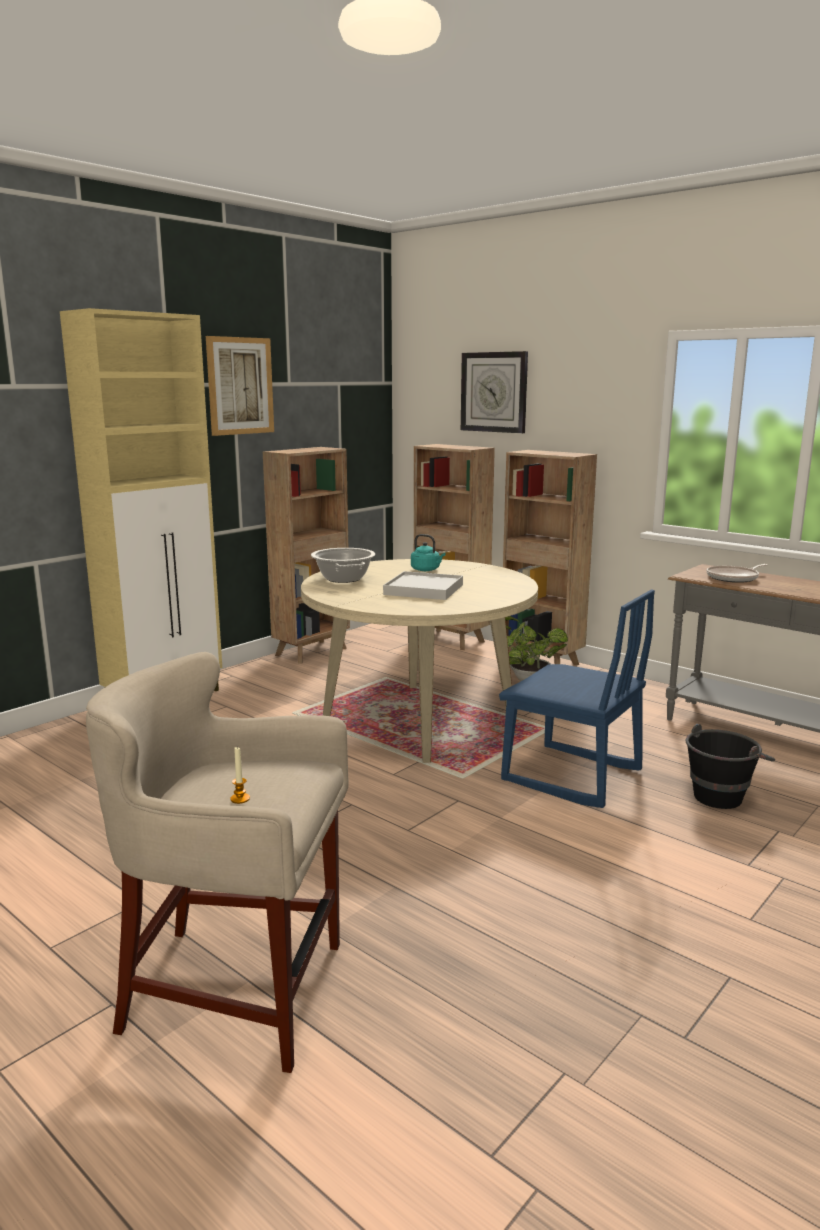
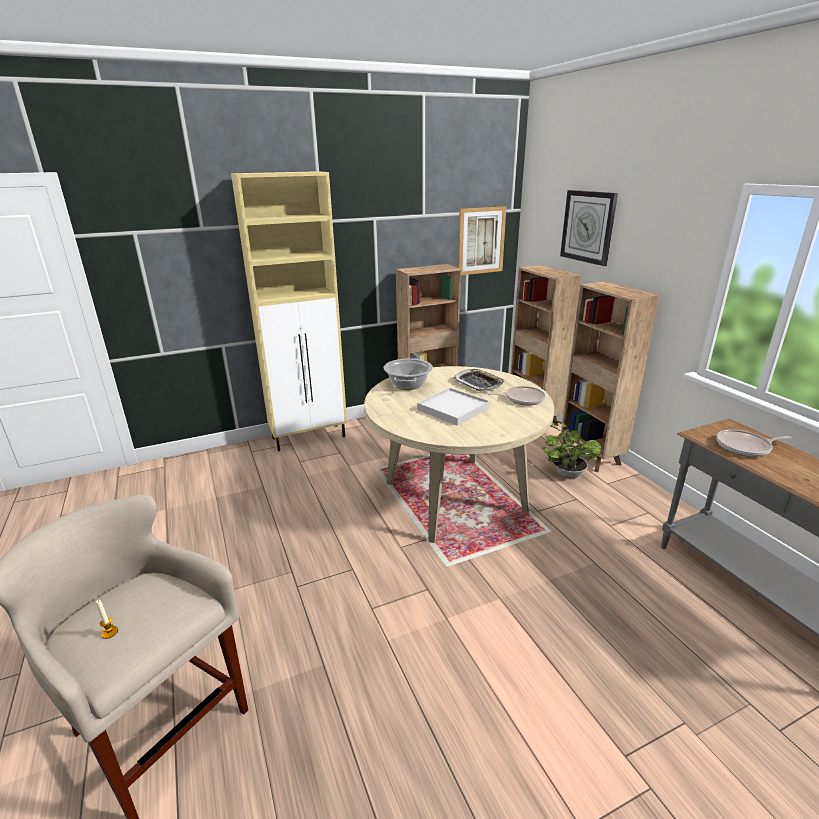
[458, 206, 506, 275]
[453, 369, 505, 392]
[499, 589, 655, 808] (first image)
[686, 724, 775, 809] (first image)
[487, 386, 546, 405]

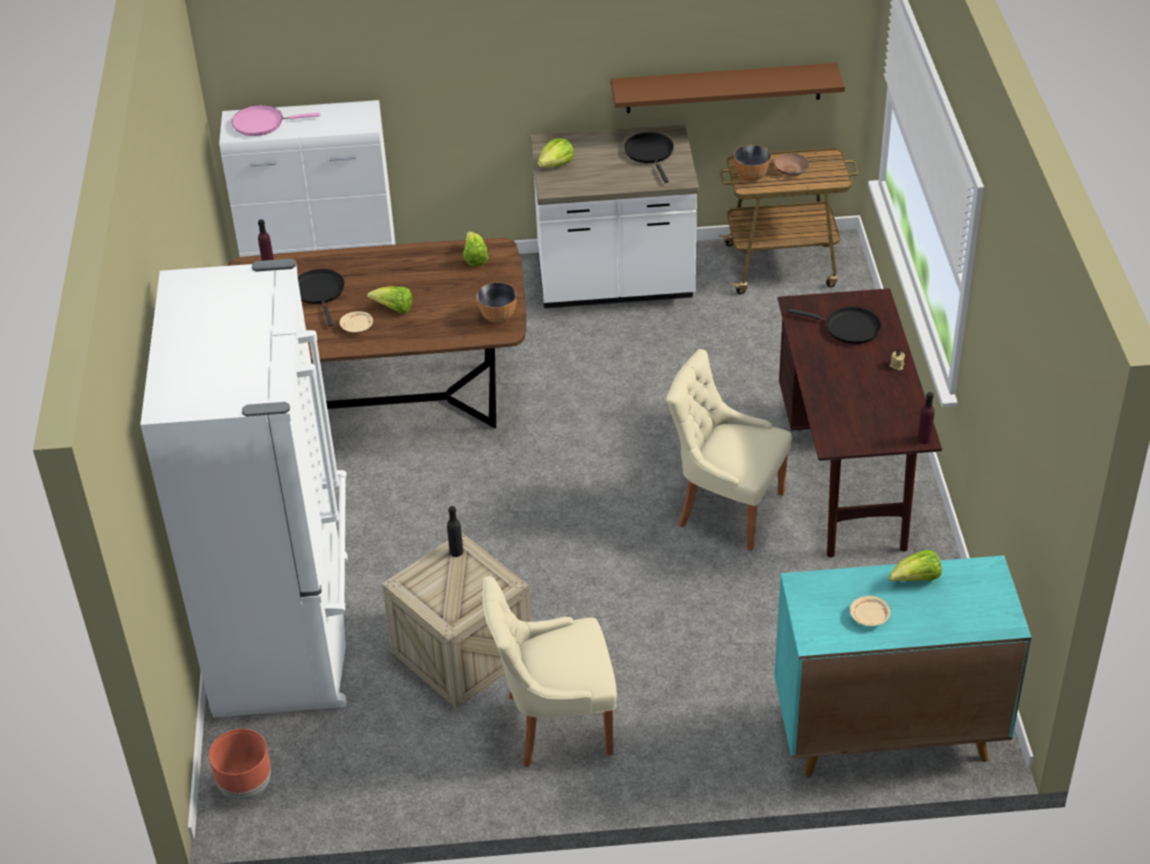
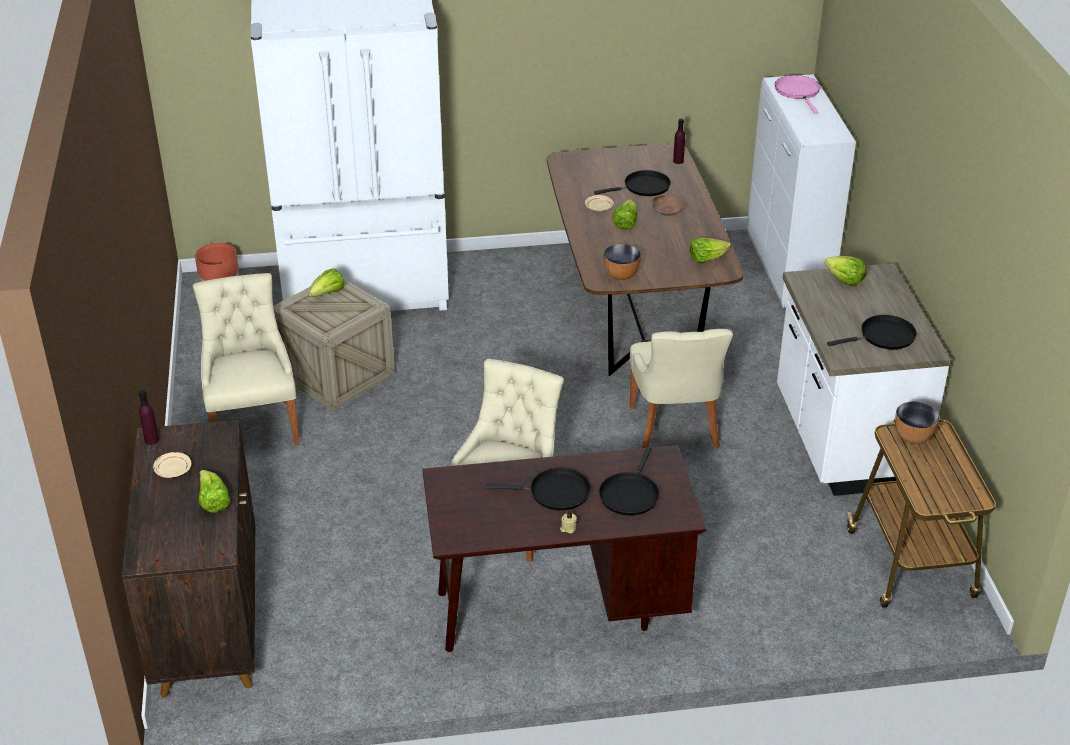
[611, 63, 845, 113] (first image)
[652, 195, 685, 216]
[139, 390, 159, 445]
[447, 506, 463, 557] (first image)
[122, 420, 255, 697]
[309, 268, 345, 297]
[630, 329, 733, 448]
[486, 468, 591, 510]

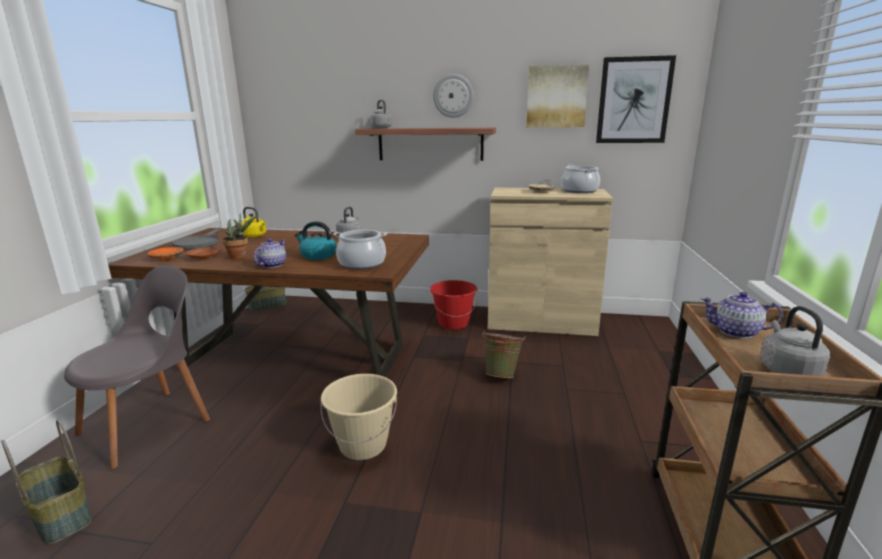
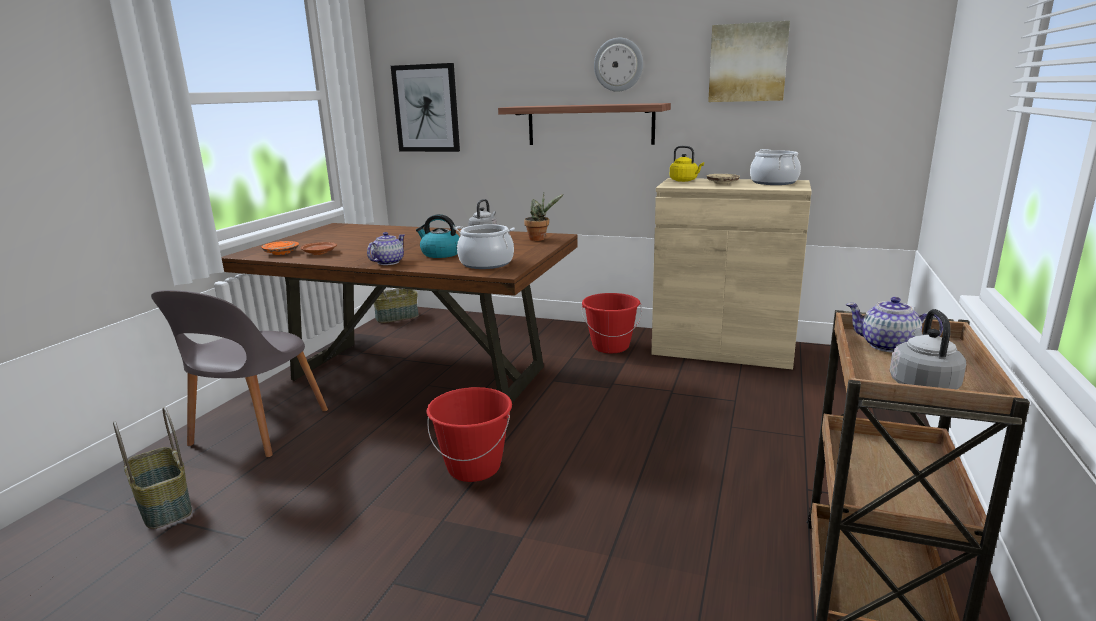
[391, 63, 460, 152]
[370, 100, 392, 128] (first image)
[670, 146, 704, 182]
[524, 193, 564, 241]
[172, 228, 221, 250] (first image)
[151, 290, 328, 457]
[482, 330, 525, 378] (first image)
[427, 387, 512, 482]

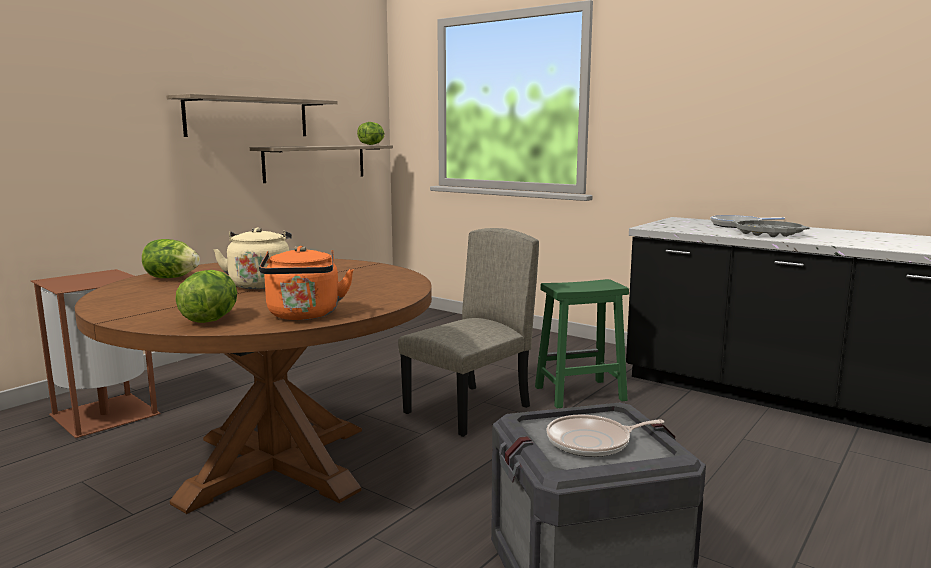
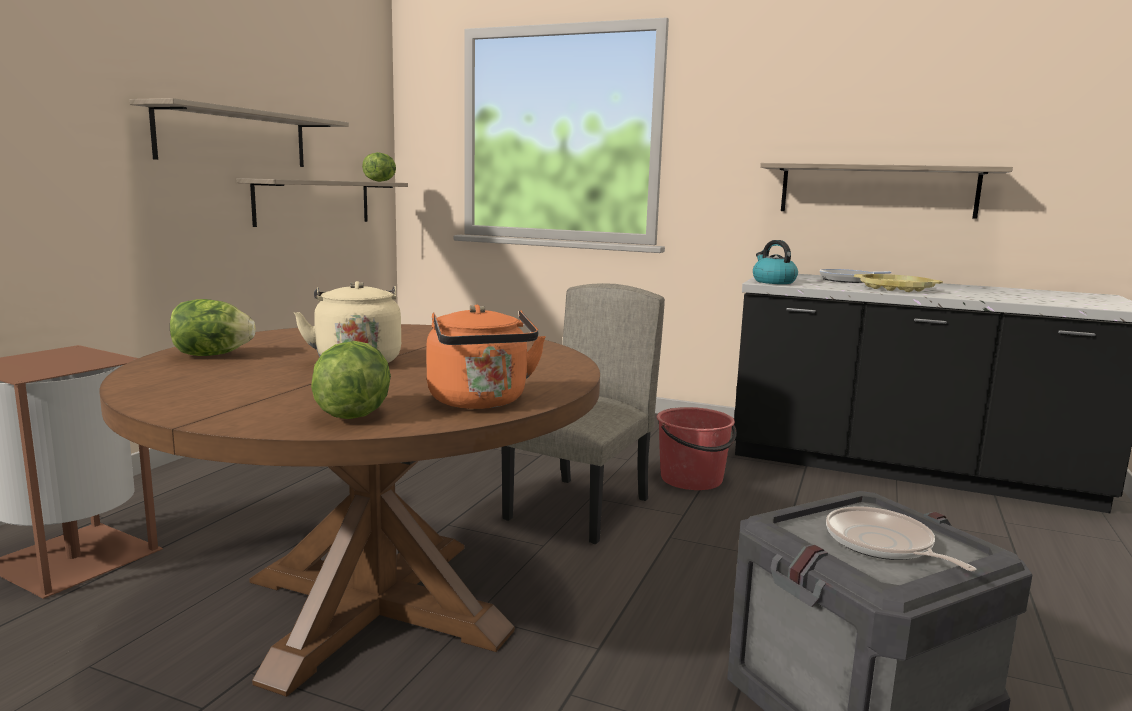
[854, 274, 943, 292]
[657, 407, 737, 490]
[826, 506, 976, 571]
[760, 163, 1013, 219]
[753, 240, 798, 284]

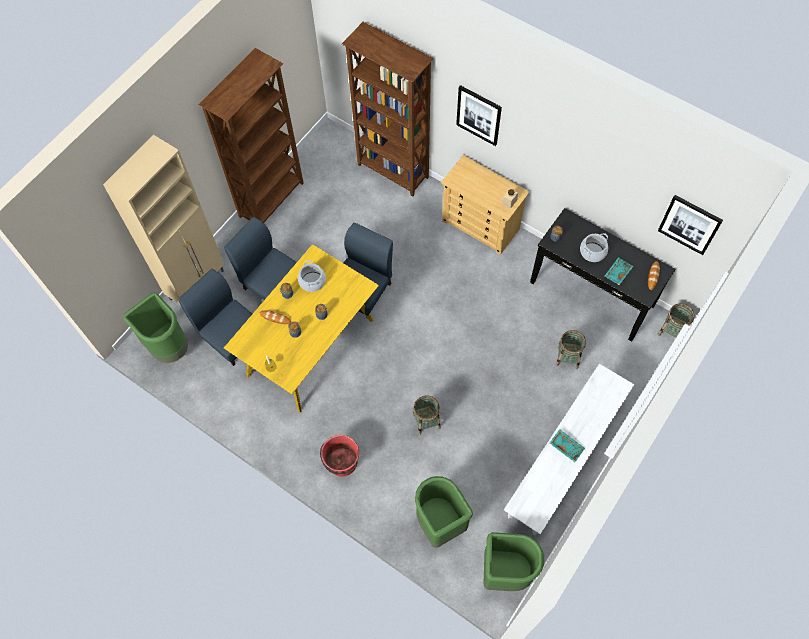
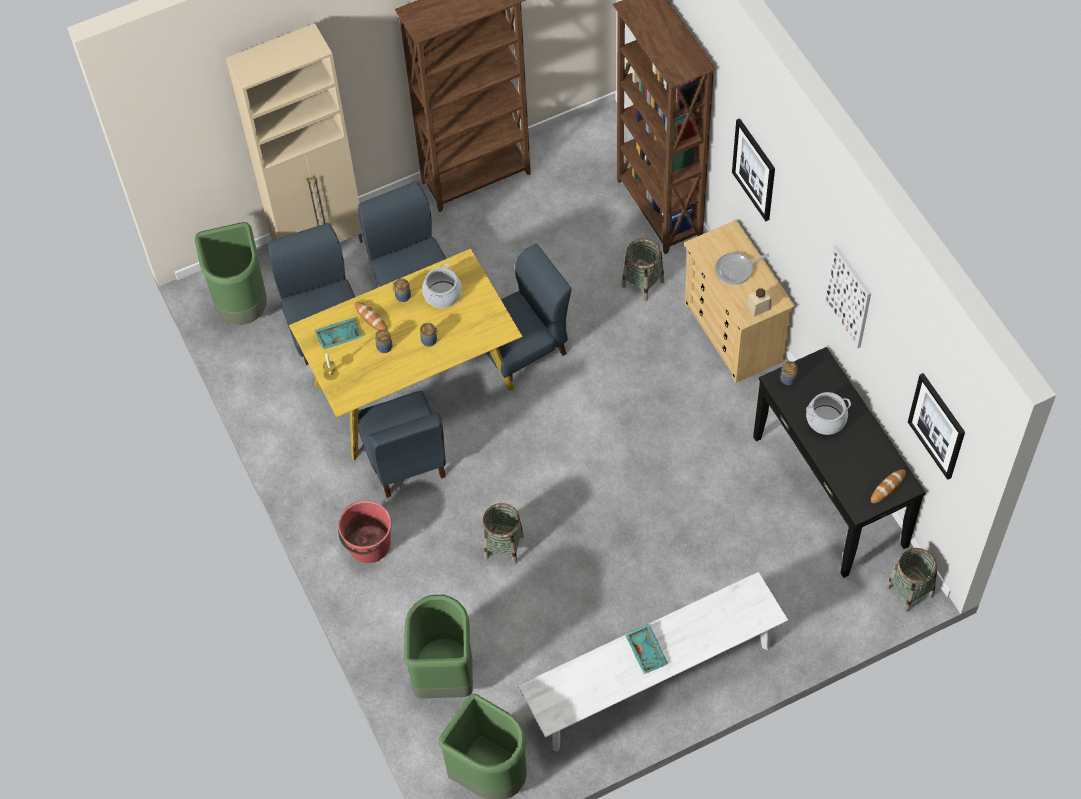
[314, 318, 363, 349]
[622, 238, 664, 301]
[825, 245, 871, 349]
[715, 253, 769, 285]
[358, 391, 446, 498]

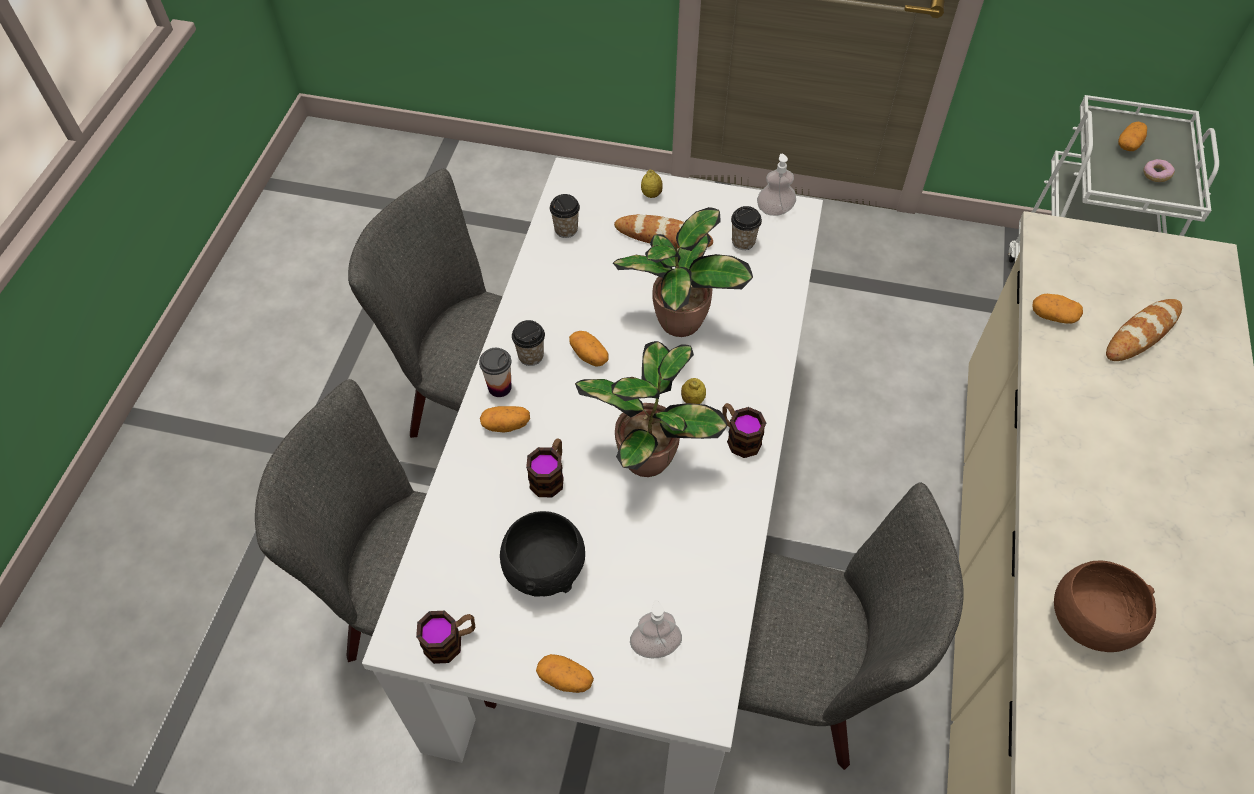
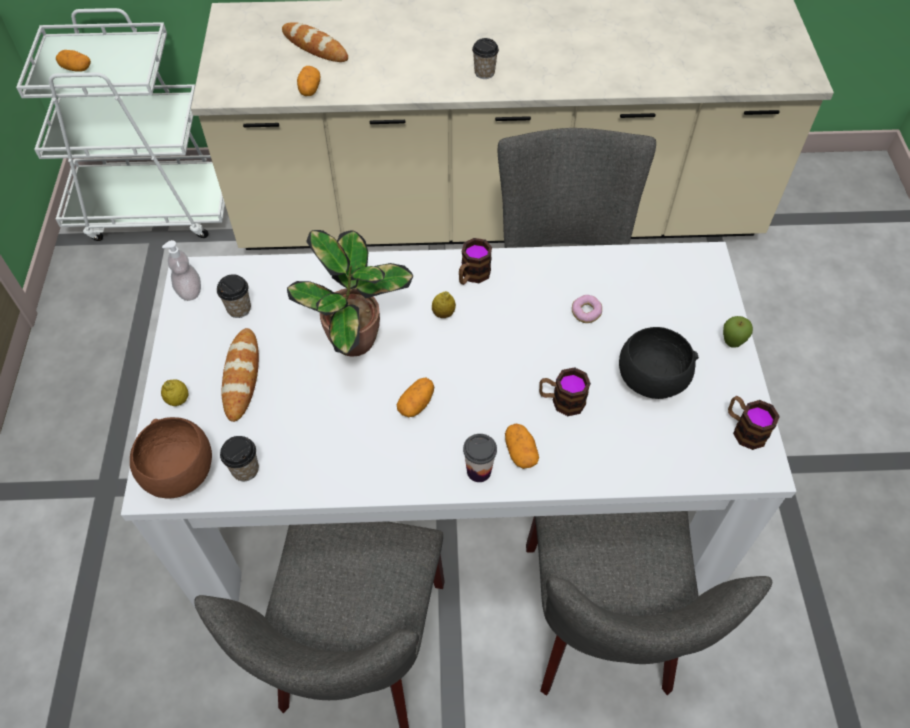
[572, 295, 602, 323]
[472, 38, 499, 79]
[575, 341, 728, 477] (first image)
[130, 417, 212, 499]
[630, 600, 682, 658] (first image)
[723, 316, 753, 348]

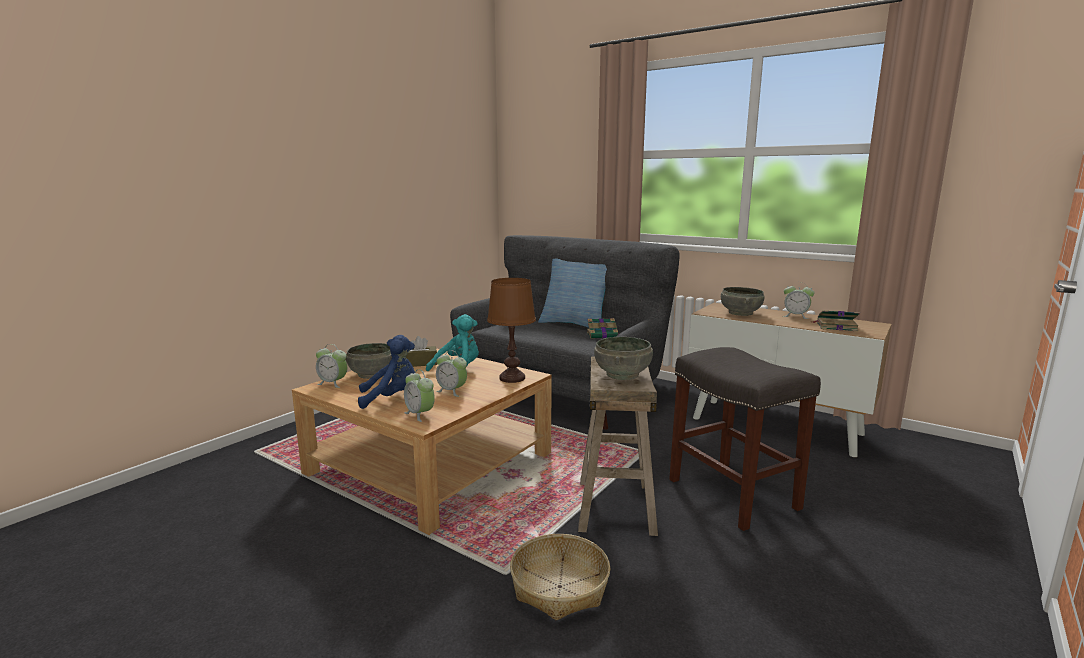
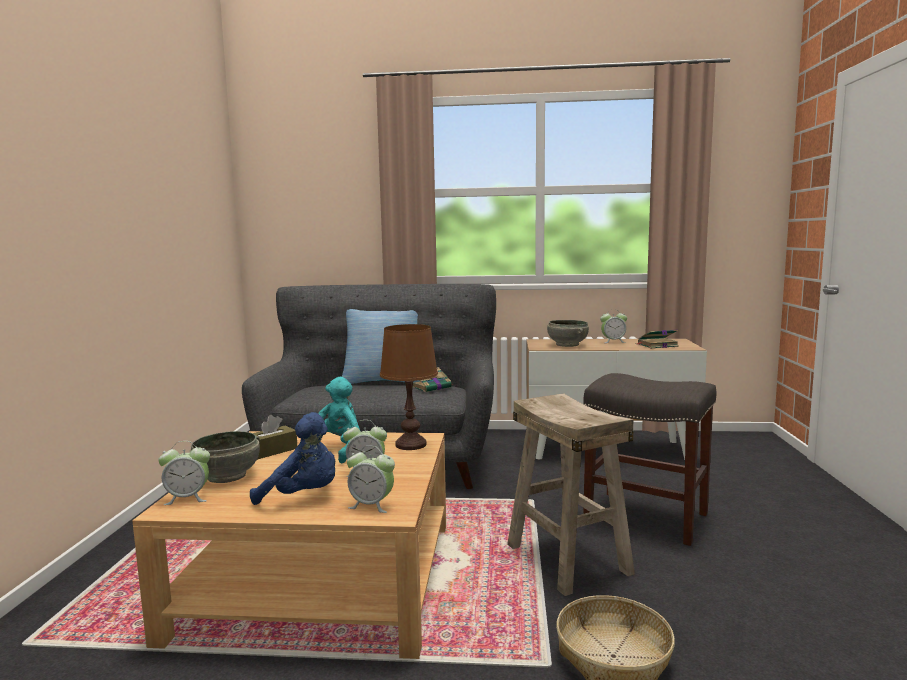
[250, 412, 335, 505]
[594, 337, 653, 380] (first image)

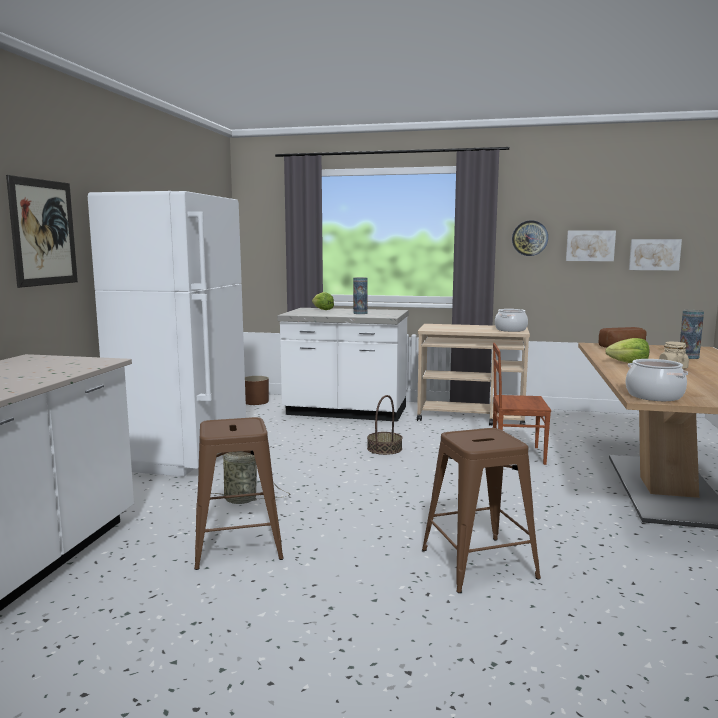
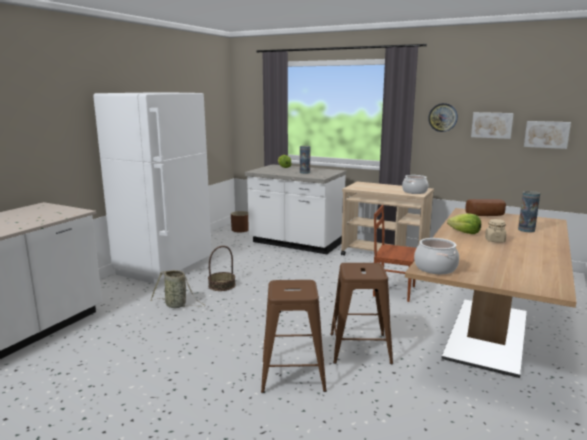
[6, 175, 78, 288] (first image)
[208, 246, 236, 291]
[330, 263, 393, 364]

